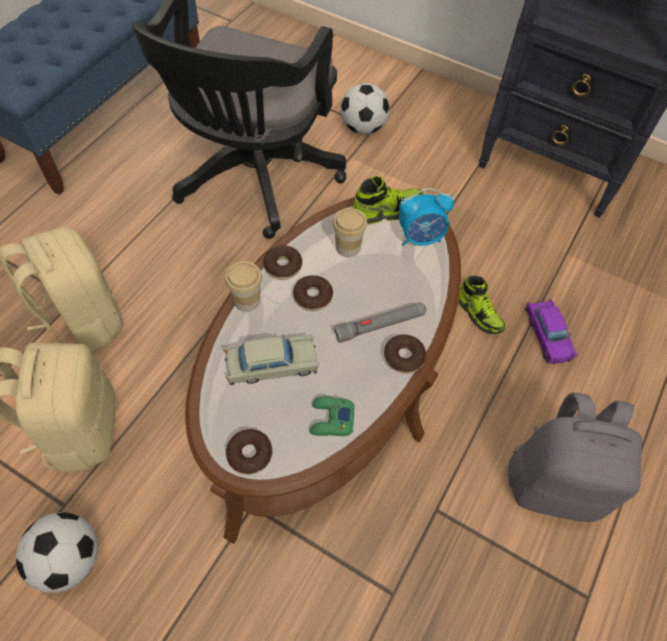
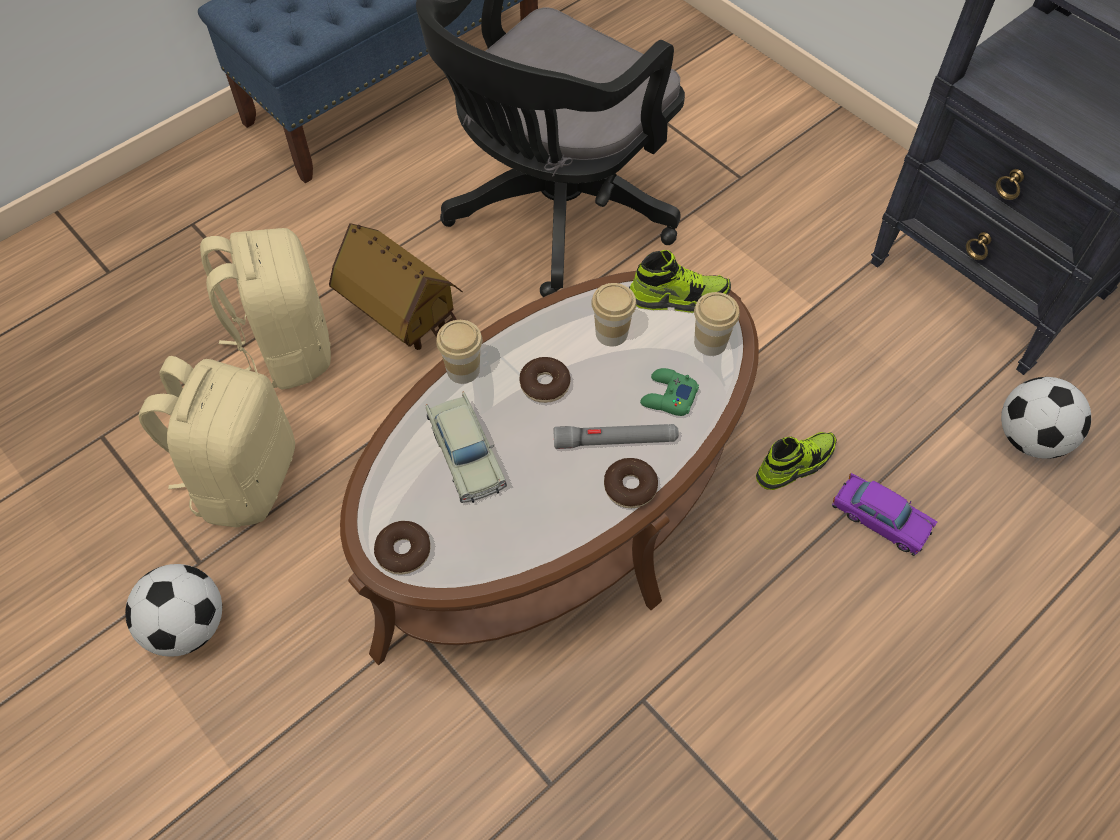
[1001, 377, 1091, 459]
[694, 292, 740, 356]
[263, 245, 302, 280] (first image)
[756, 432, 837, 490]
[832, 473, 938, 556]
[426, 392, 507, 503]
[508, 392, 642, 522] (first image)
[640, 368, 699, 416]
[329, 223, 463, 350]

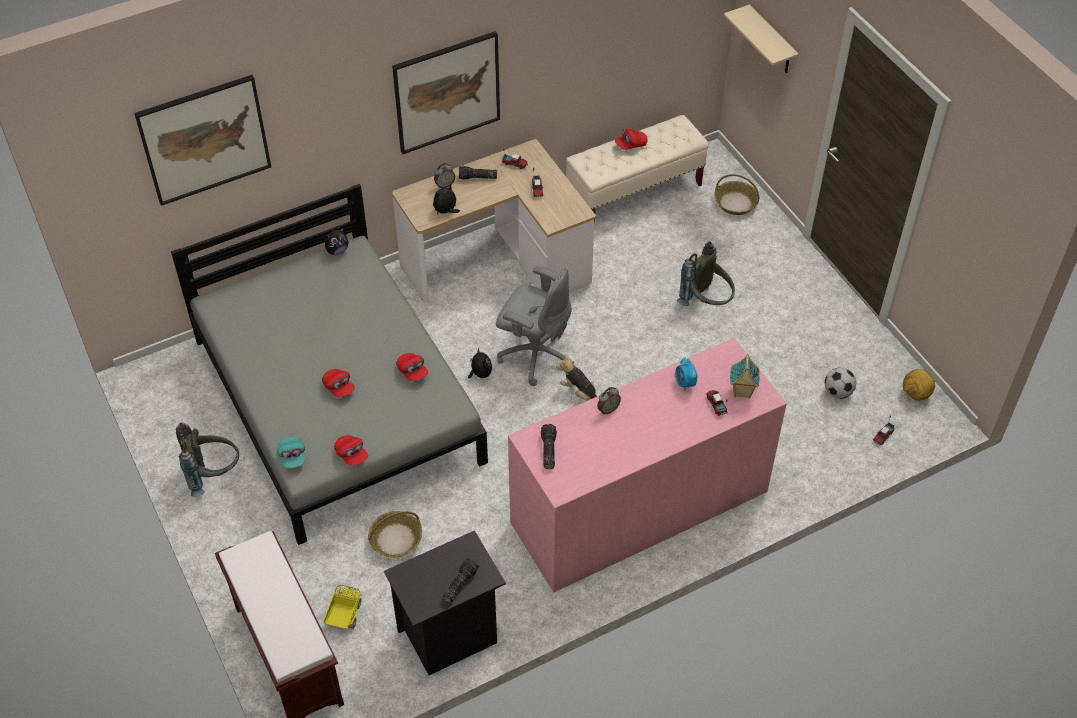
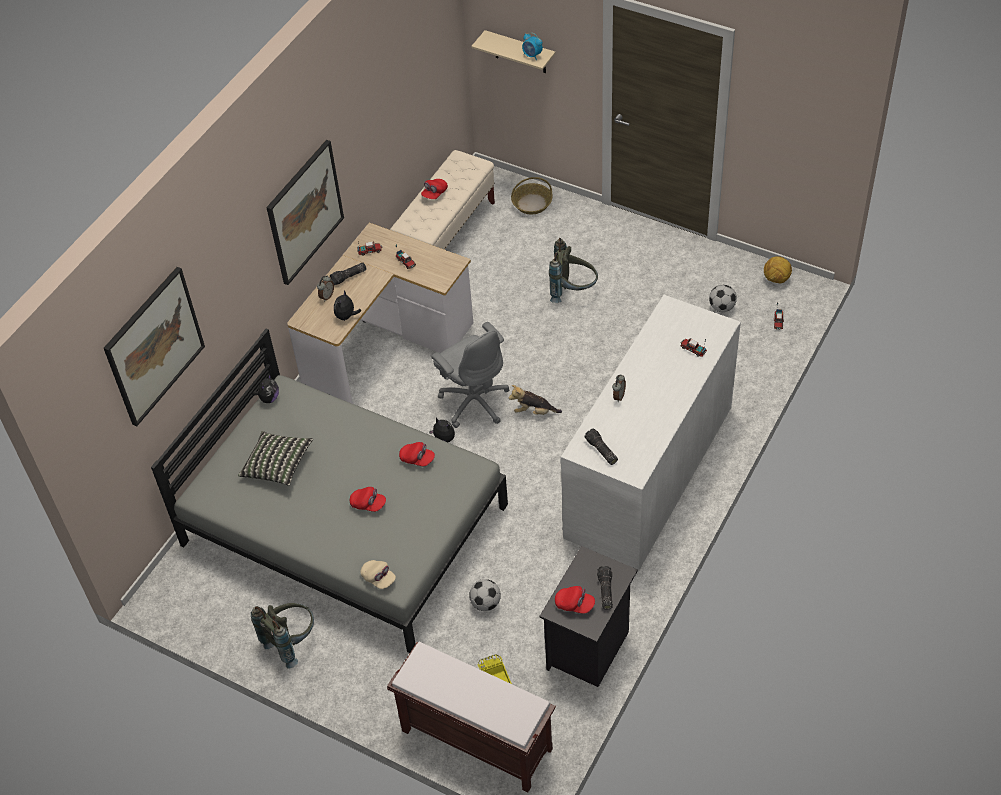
[431, 322, 509, 428]
[561, 295, 741, 570]
[730, 354, 760, 399] (first image)
[522, 33, 543, 60]
[555, 586, 595, 614]
[360, 560, 396, 589]
[469, 579, 501, 611]
[238, 431, 313, 486]

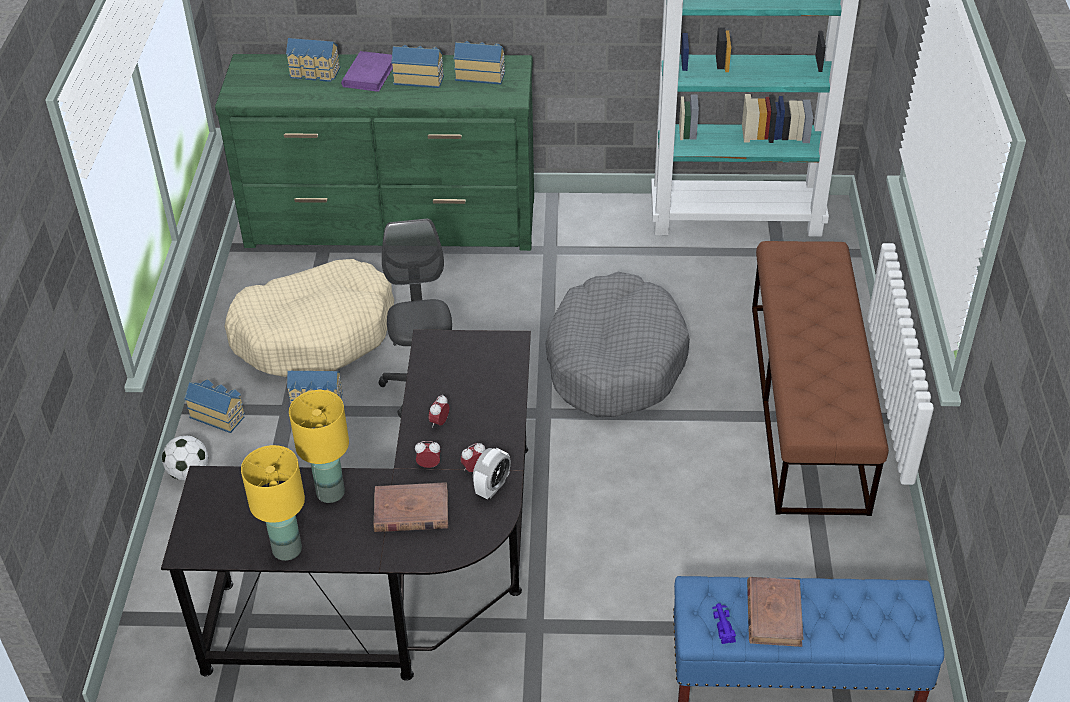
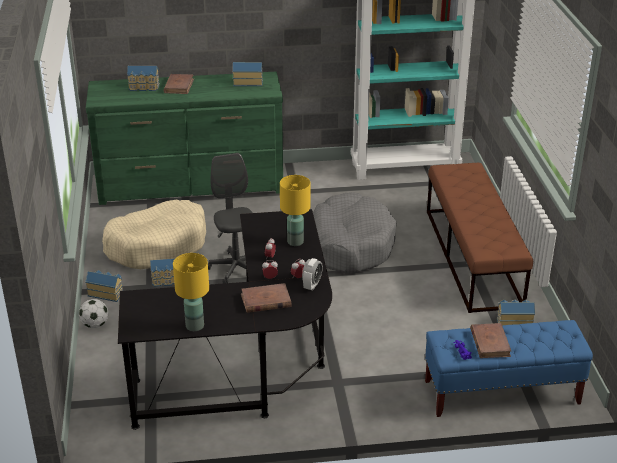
[497, 300, 535, 325]
[163, 74, 194, 94]
[280, 175, 310, 246]

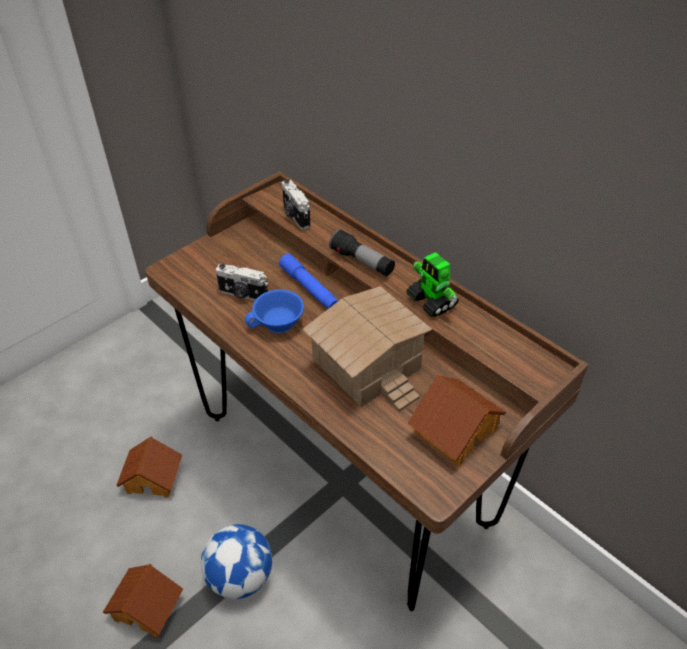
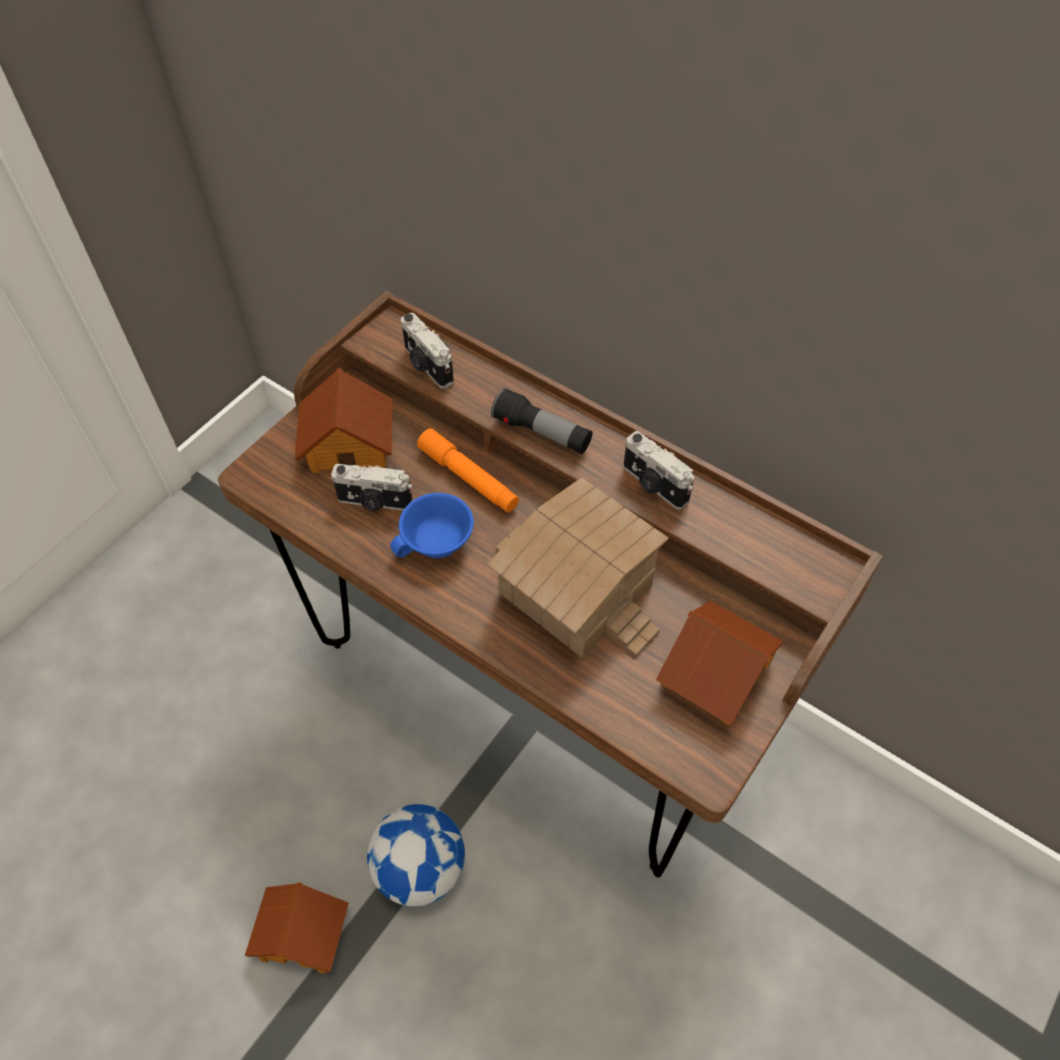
[623, 431, 694, 509]
[417, 428, 519, 512]
[295, 368, 392, 473]

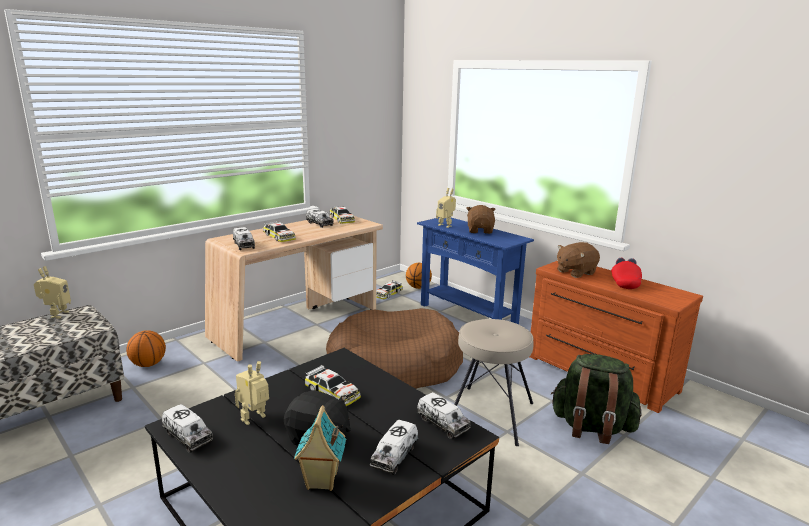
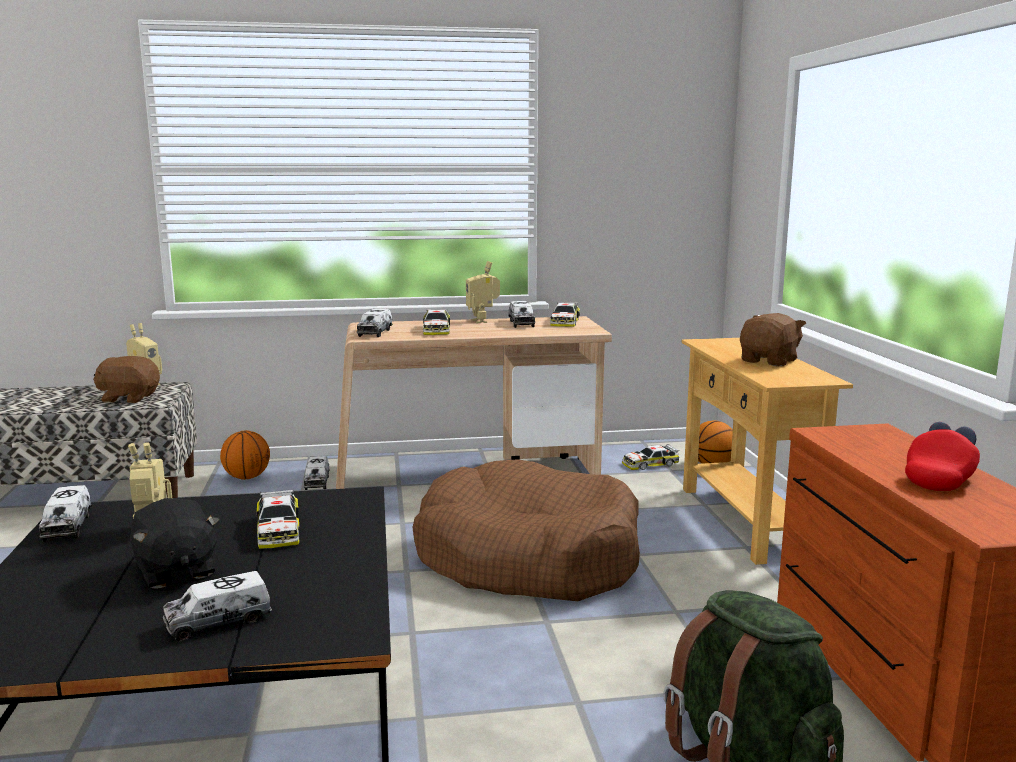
[466, 261, 500, 323]
[681, 338, 853, 565]
[93, 356, 160, 403]
[454, 319, 534, 446] (first image)
[304, 456, 330, 490]
[294, 405, 346, 491] (first image)

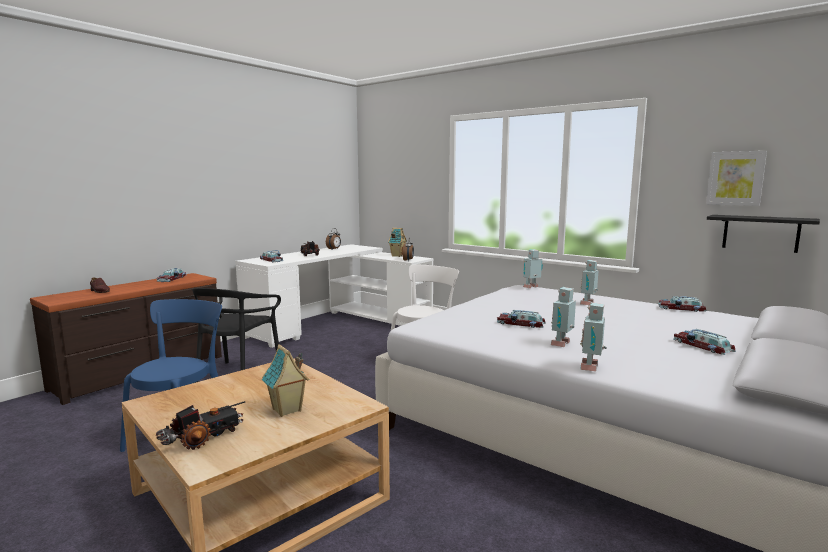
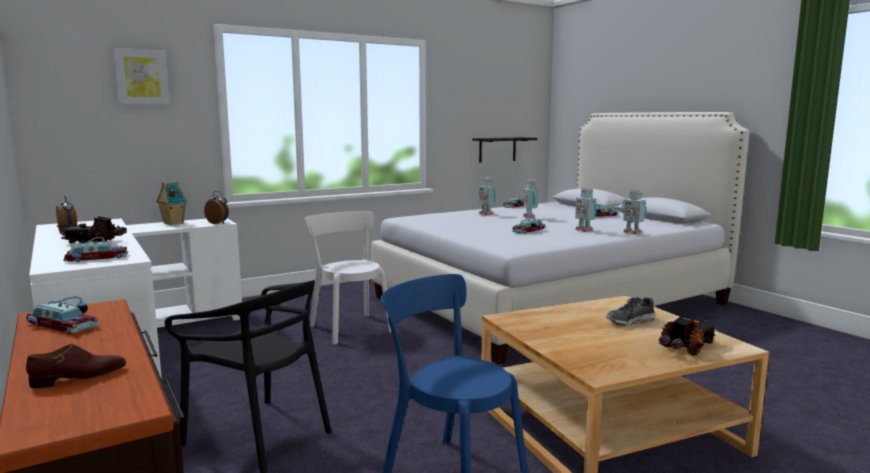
[113, 48, 170, 105]
[523, 179, 538, 218]
[606, 297, 656, 326]
[658, 315, 717, 356]

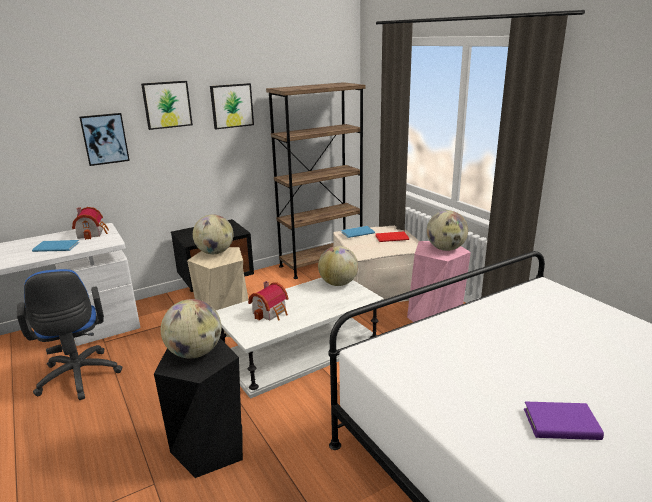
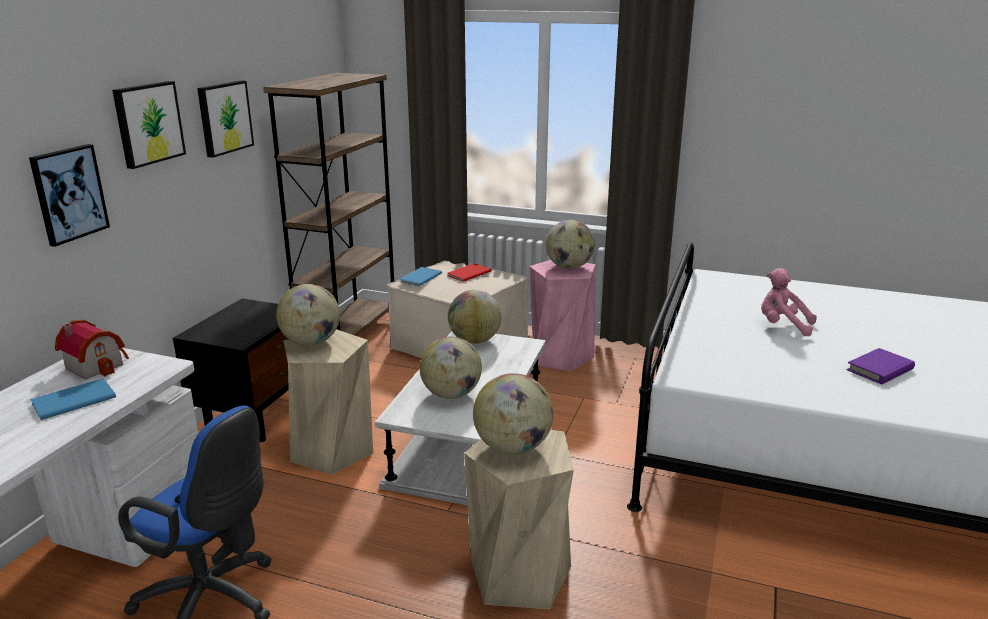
[420, 337, 482, 399]
[464, 430, 574, 609]
[761, 268, 817, 336]

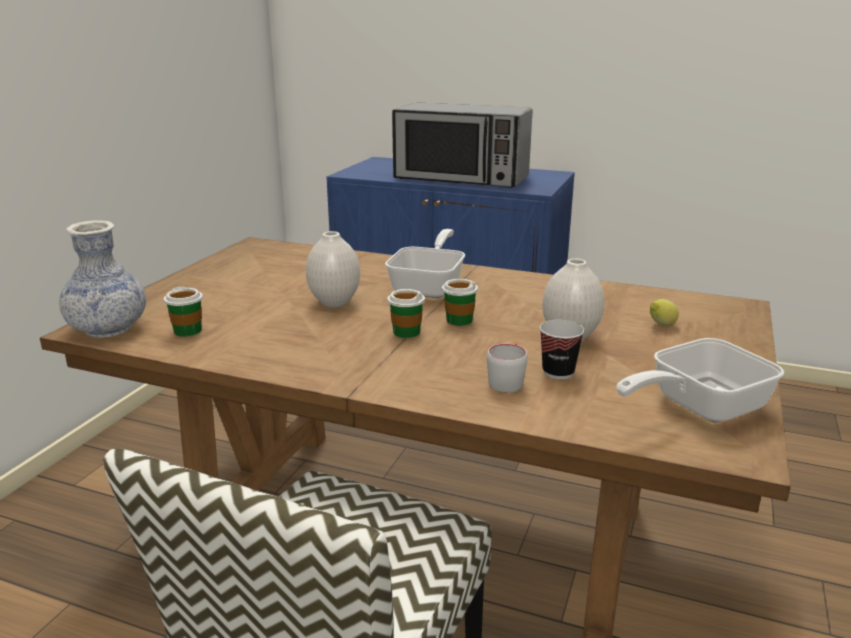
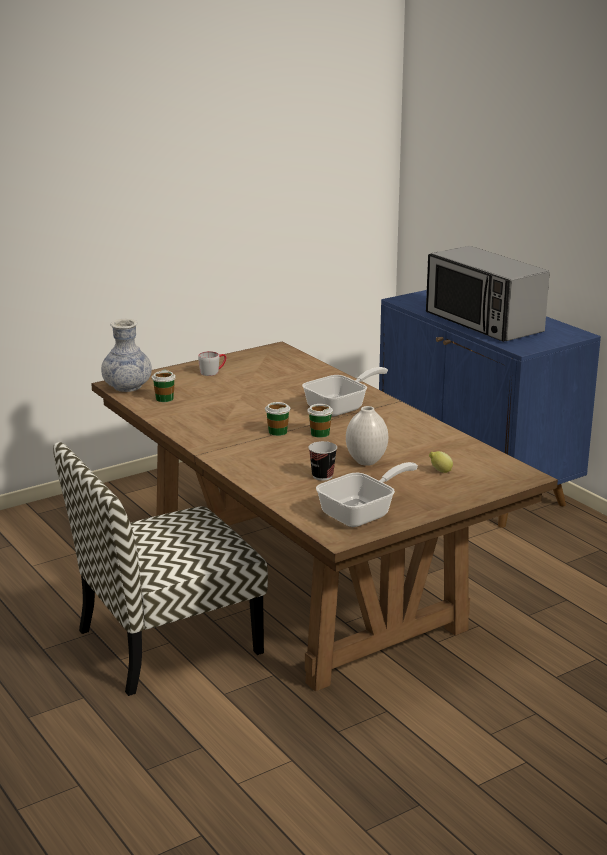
[306, 231, 360, 308] (first image)
[316, 462, 418, 527]
[198, 351, 226, 376]

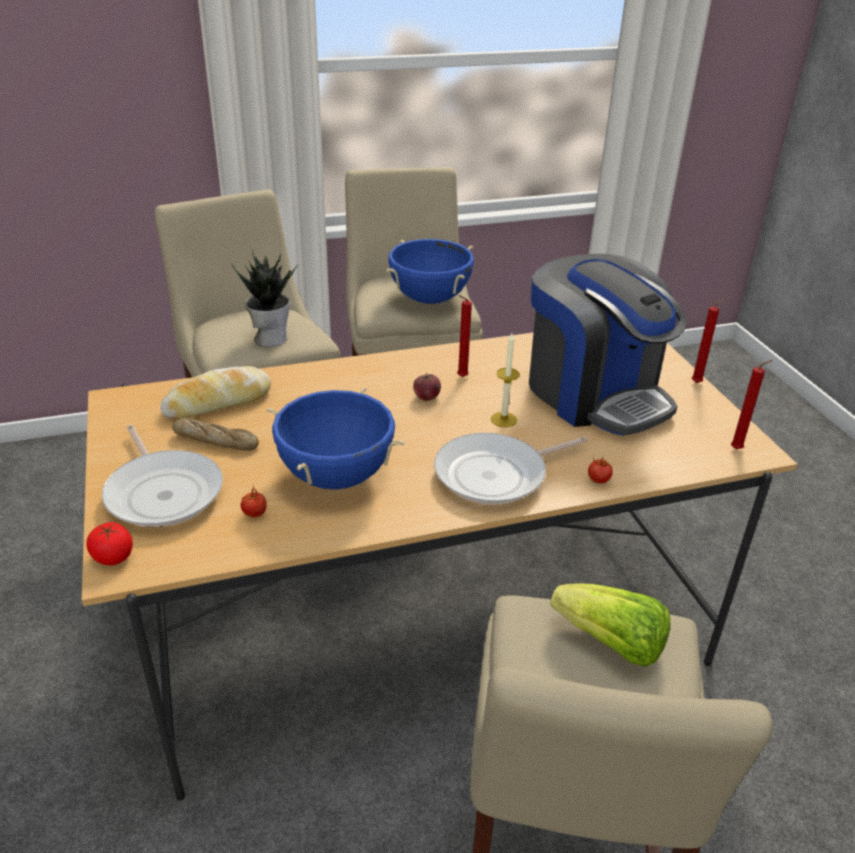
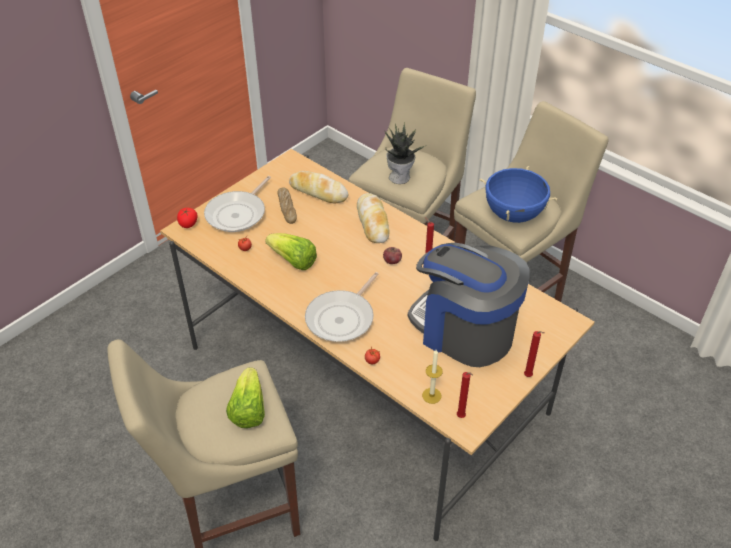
[408, 243, 530, 367]
[422, 350, 443, 404]
[265, 233, 317, 270]
[305, 272, 379, 342]
[357, 193, 390, 243]

